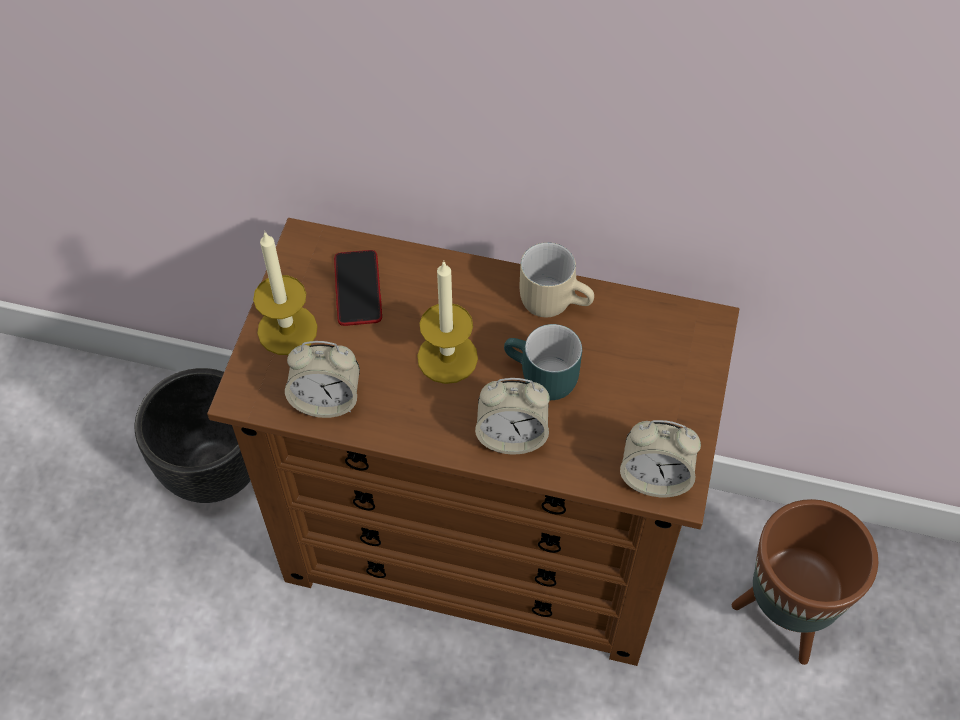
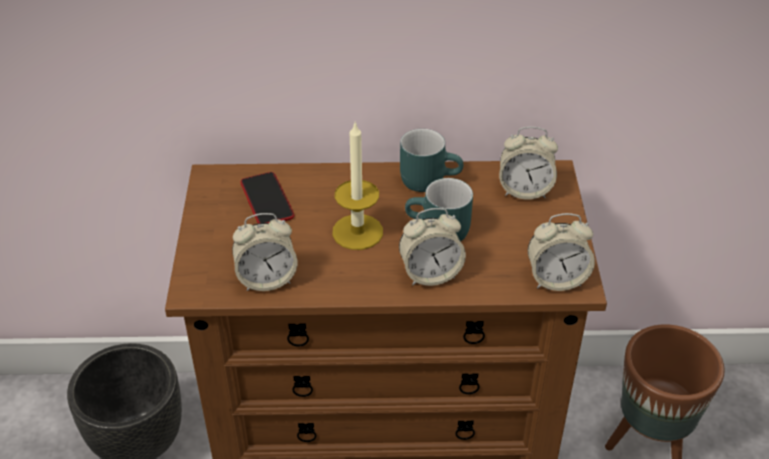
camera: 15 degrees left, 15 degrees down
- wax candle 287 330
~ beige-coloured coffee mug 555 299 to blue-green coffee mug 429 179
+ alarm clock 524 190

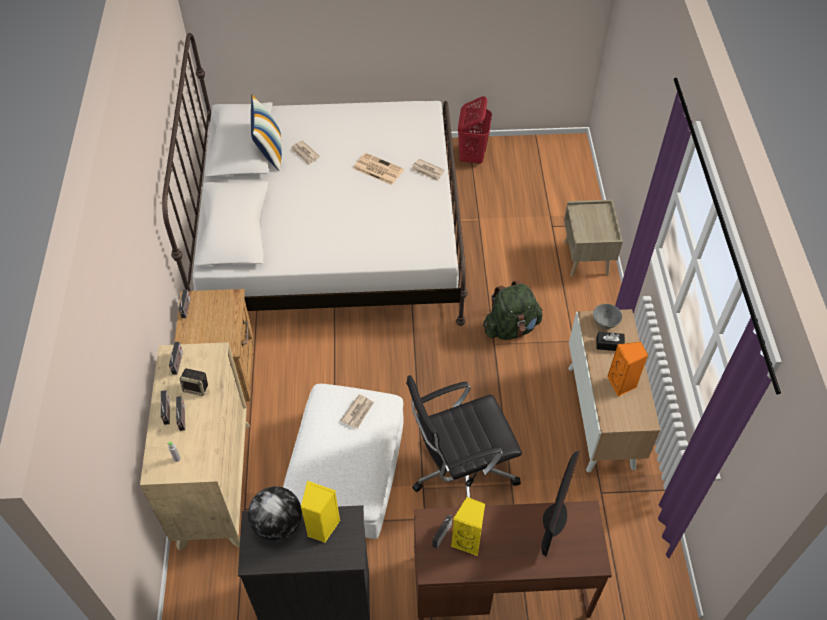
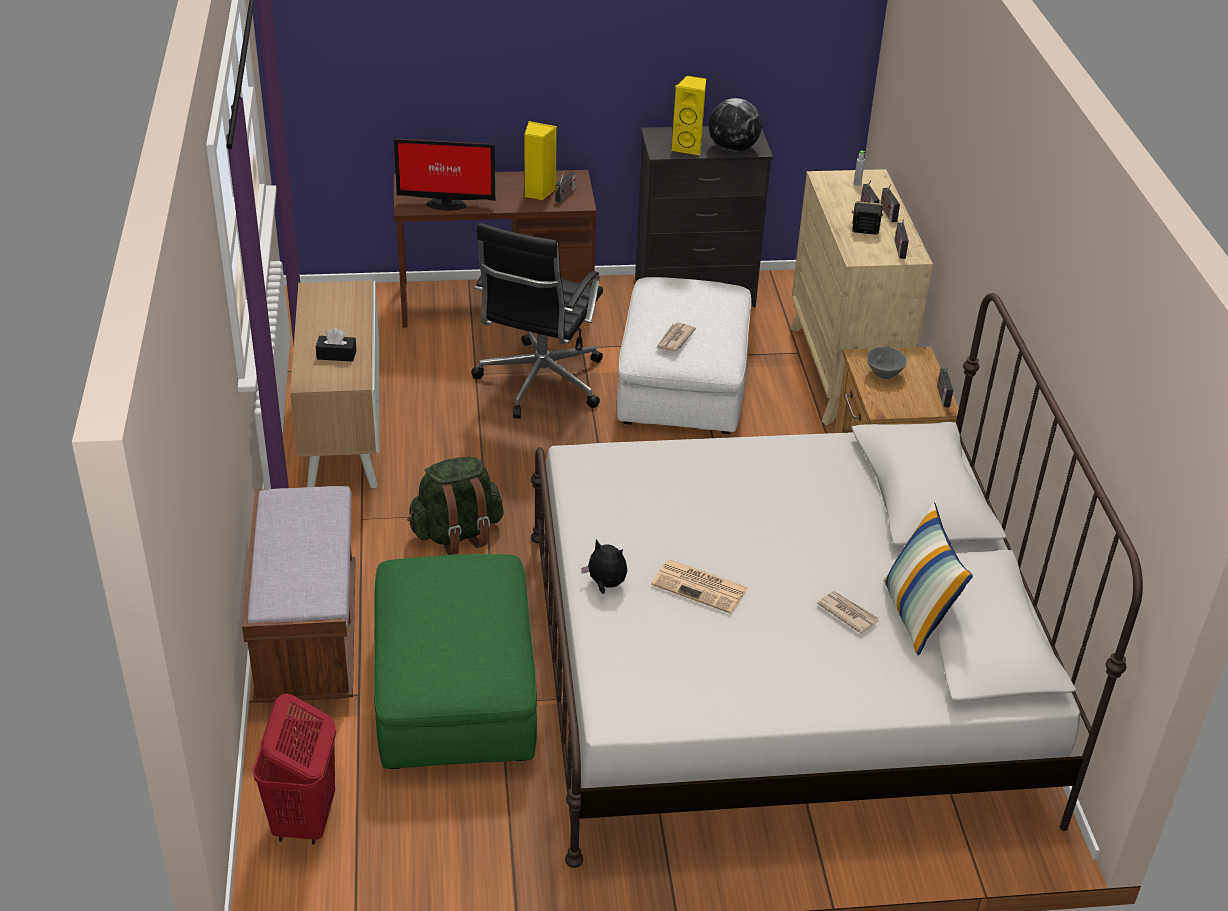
camera: 175 degrees right, 15 degrees down
~ reddish hamper 472 155 to 304 820
~ printed paper 427 171 to soft toy 605 584
~ beige-coloured night table 586 259 to brown-coloured indoor bench 307 637
~ gray serving bowl 606 322 to 883 374
- orange-coloured audio speaker 622 384
~ black office chair 460 472 = 539 383 135 degrees clockwise
~ computer screen 554 519 = 445 203 105 degrees counterclockwise
+ green footrest 455 689

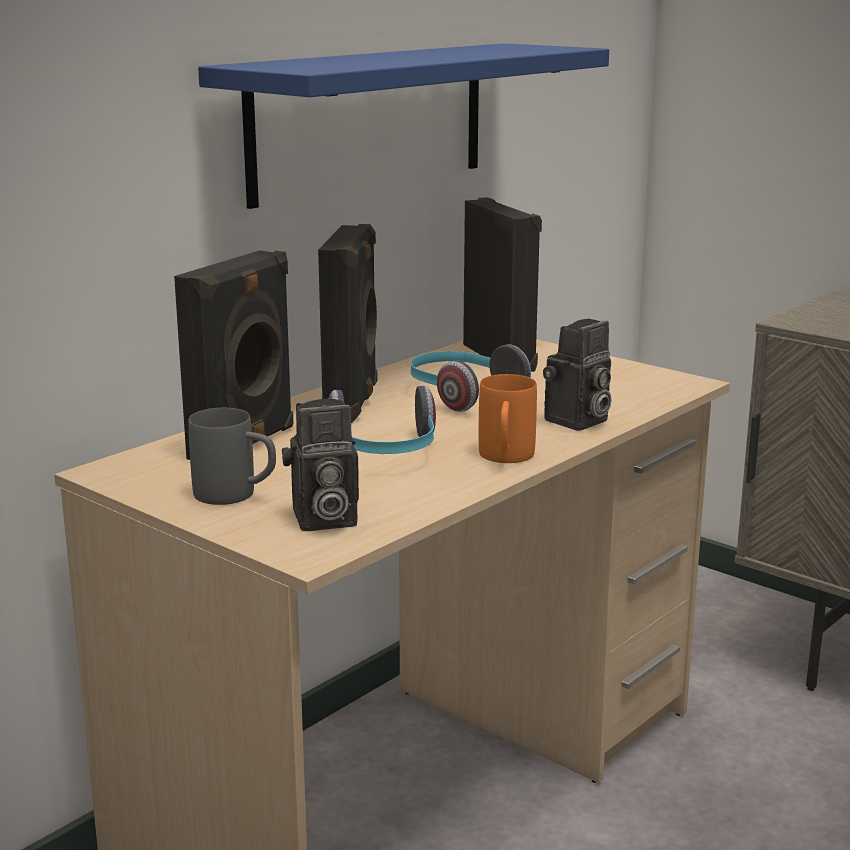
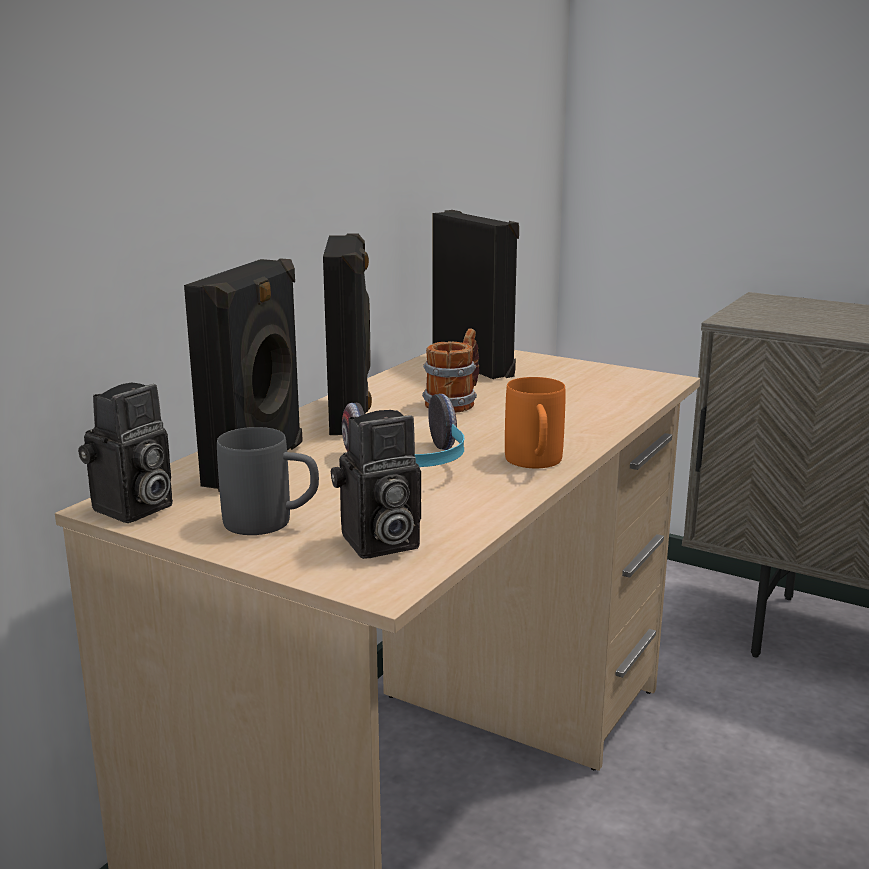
camera: 10 degrees left, 0 degrees up
- bluish shelf 370 120
~ still camera 577 422 to 133 510
~ pair of headphones 461 394 to coffee mug 455 402

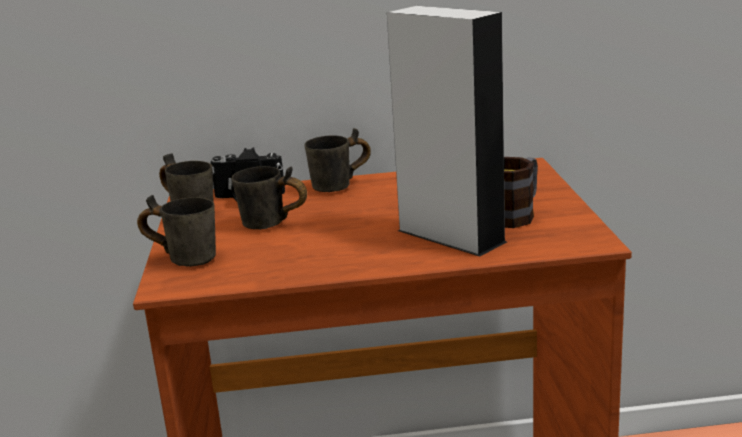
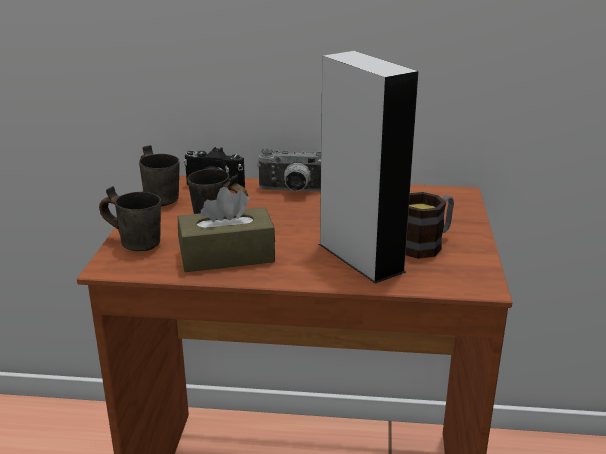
camera: 10 degrees right, 5 degrees up
~ gray coffee mug 341 188 to still camera 292 191
+ brown-coloured tissue box 227 256

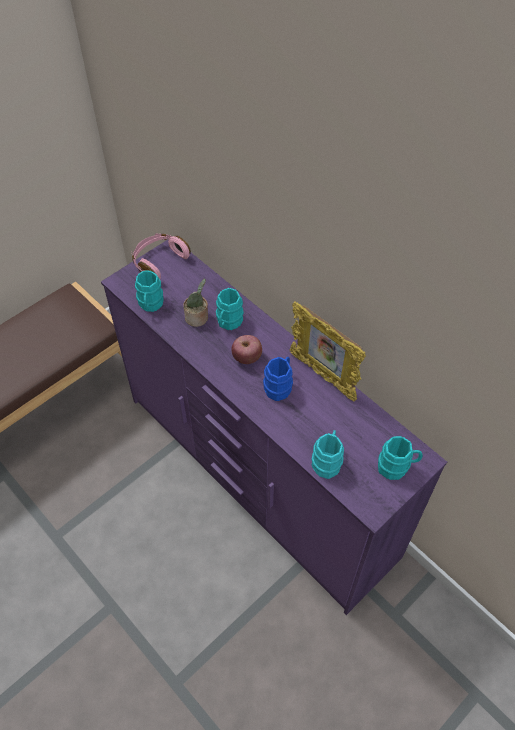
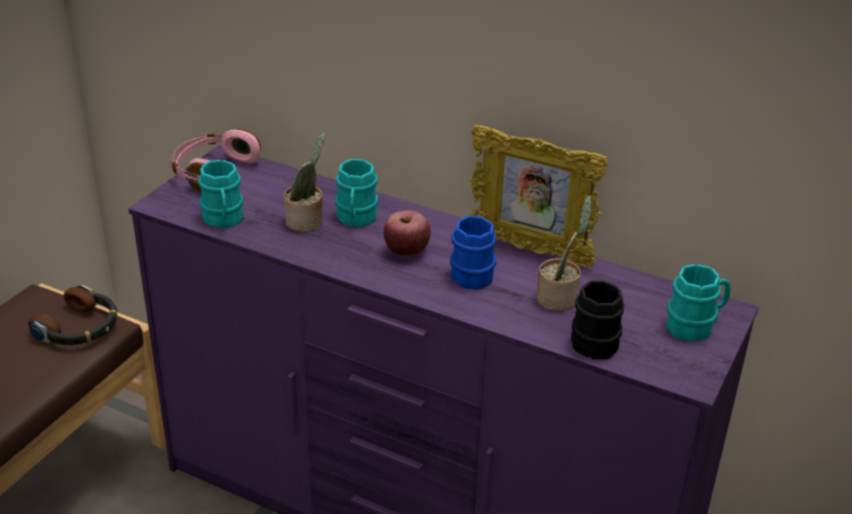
camera: 20 degrees left, 20 degrees down
~ blue-green coffee mug 327 460 to black coffee mug 593 339
+ plant in a pot 559 298
+ pair of headphones 79 327

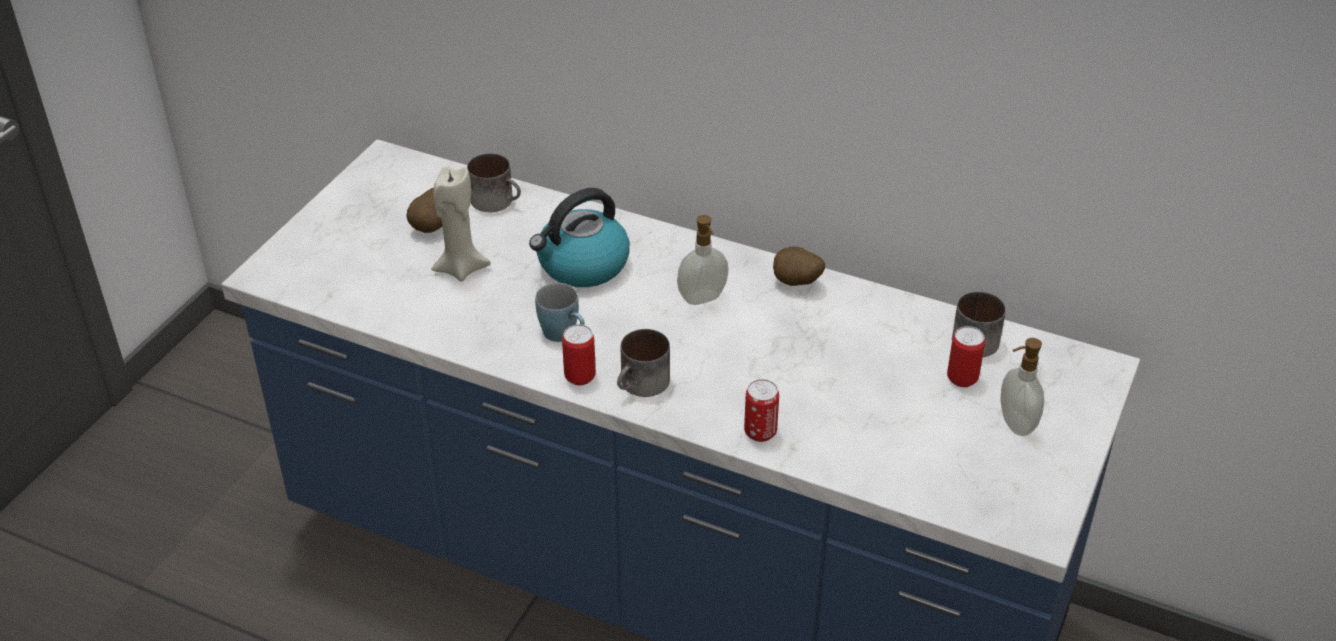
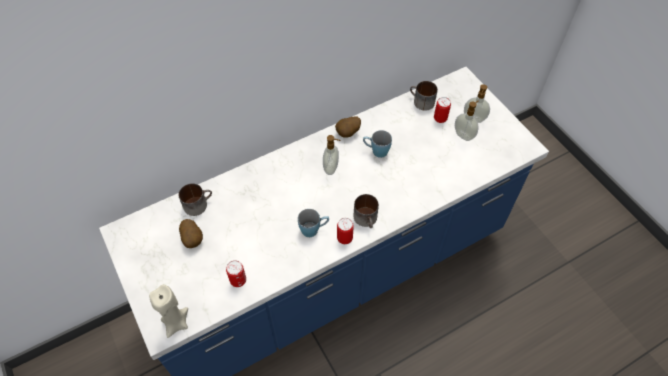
camera: 55 degrees left, 15 degrees up
~ beige-coloured wax candle 461 268 to 176 323
- water kettle 582 266
~ metal can 760 432 to 238 280
+ soap dispenser 464 135
+ bluish coffee mug 376 151

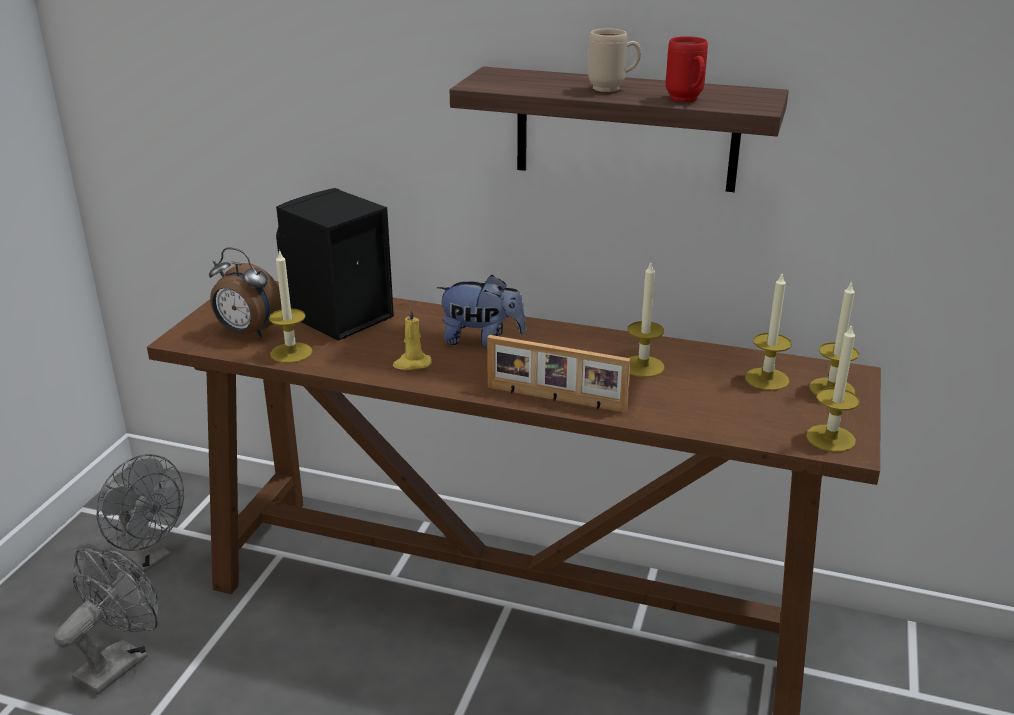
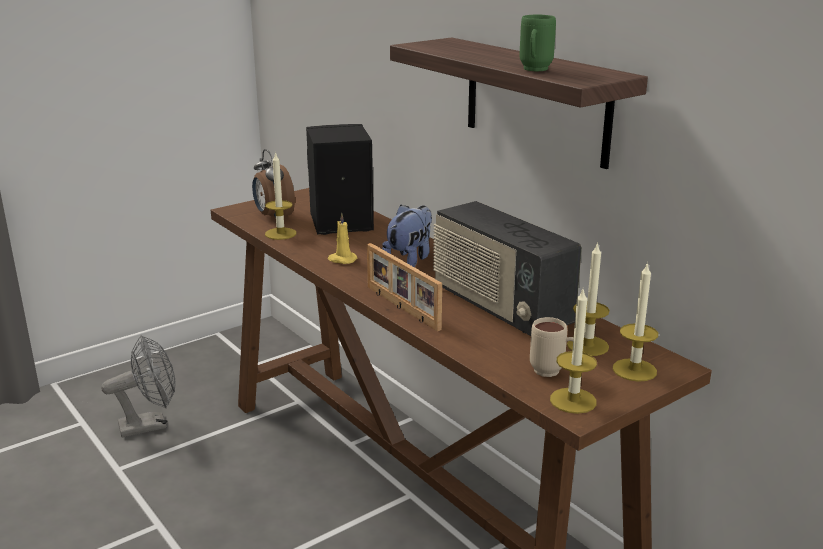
camera: 35 degrees right, 5 degrees down
~ beige-coloured coffee mug 613 89 to 553 373
~ reddish coffee mug 687 101 to green coffee mug 534 71
~ wax candle 643 366 to radio 499 308
~ soft toy 482 340 = 410 259 105 degrees counterclockwise
- gray fan 148 557

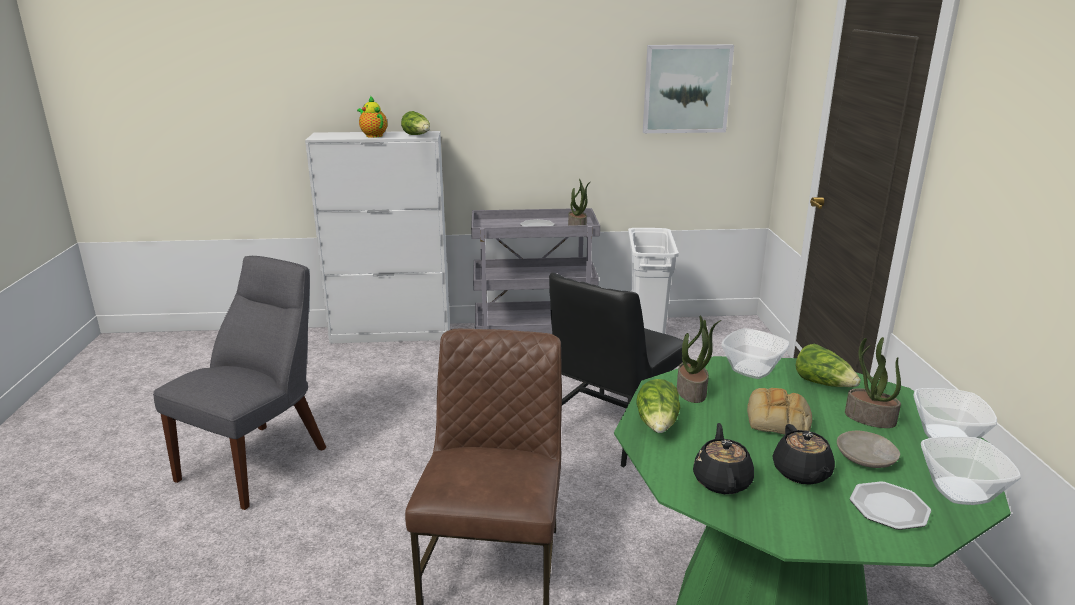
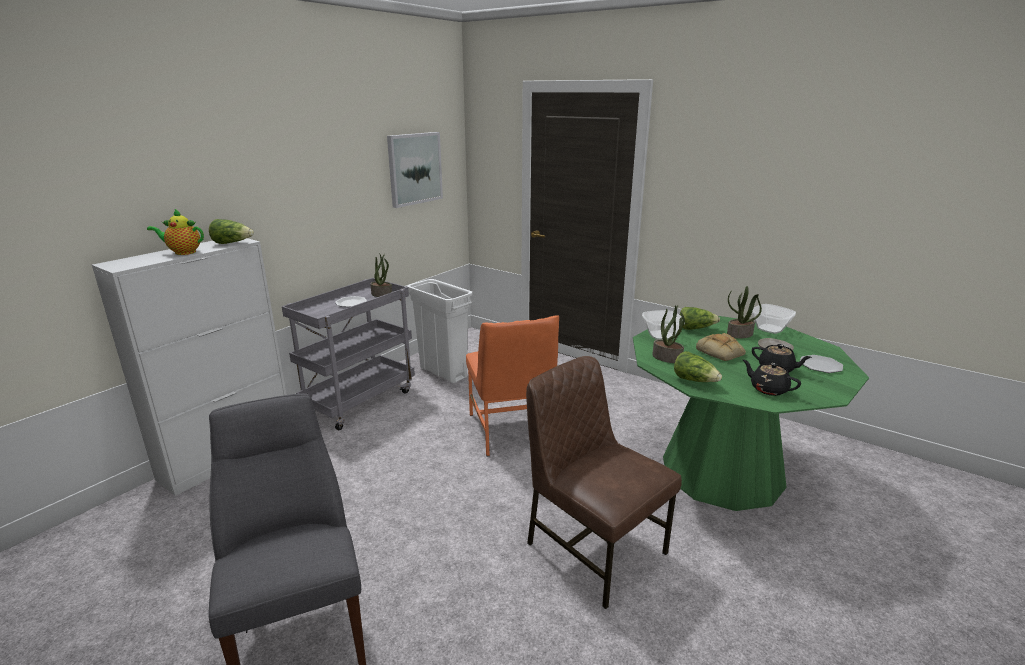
camera: 50 degrees left, 0 degrees up
~ black plain chair 611 429 to orange-coloured plain chair 511 431
- serving bowl 960 492

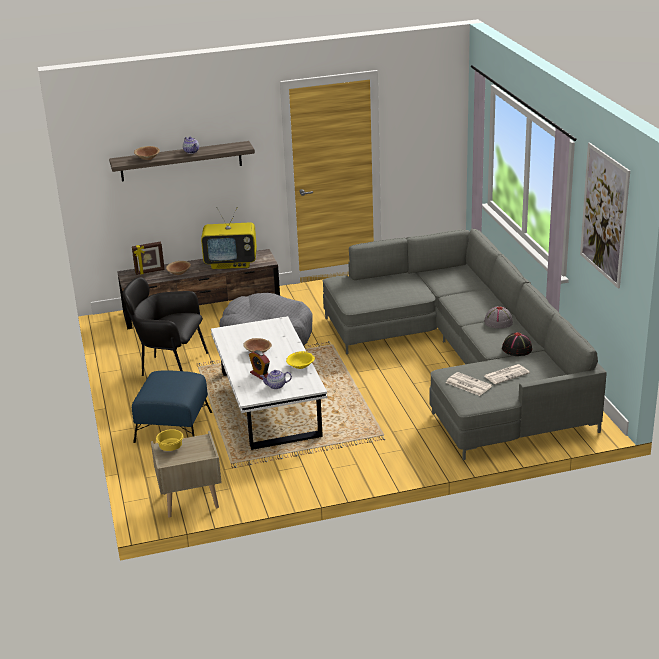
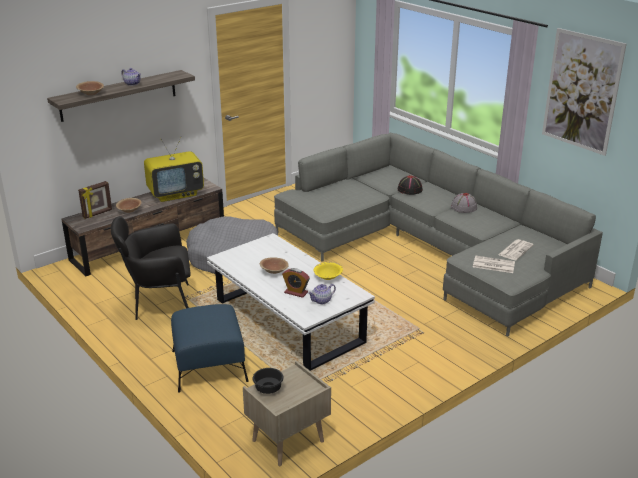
camera: 25 degrees left, 0 degrees up
~ black hat 517 349 to 410 189
~ yellow serving bowl 171 448 to black serving bowl 269 389

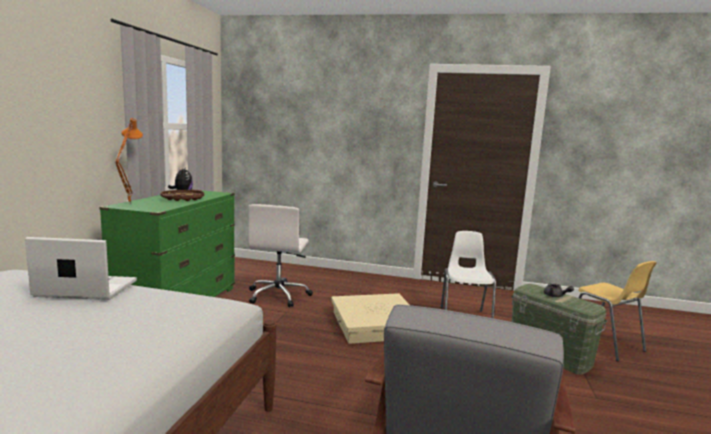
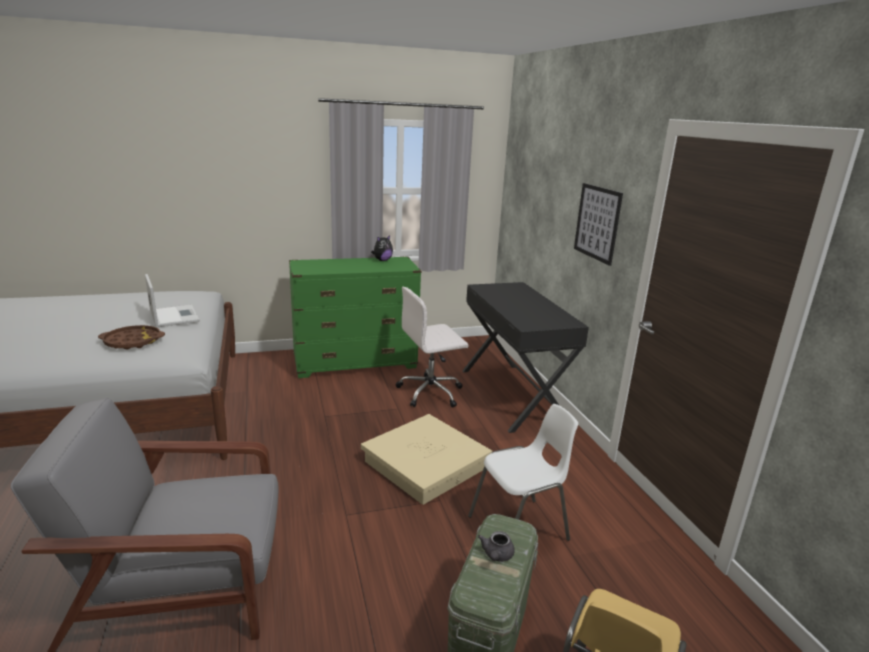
camera: 60 degrees right, 10 degrees up
- orange-coloured lamp for a table 128 203
~ brown-coloured serving tray 182 199 to 133 342
+ wall picture 597 223
+ black desk table 513 395

